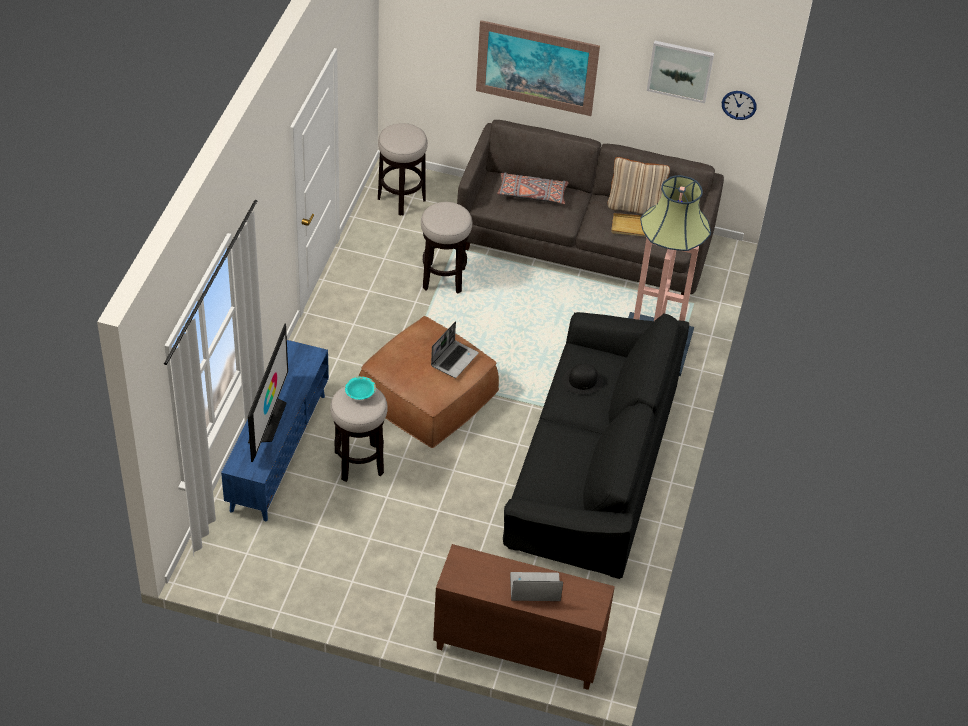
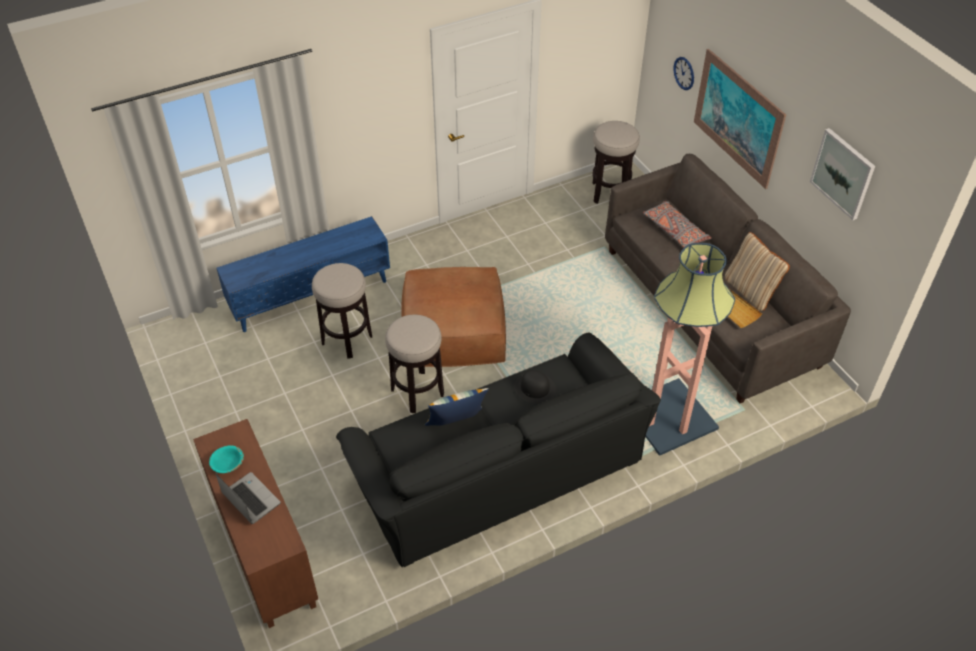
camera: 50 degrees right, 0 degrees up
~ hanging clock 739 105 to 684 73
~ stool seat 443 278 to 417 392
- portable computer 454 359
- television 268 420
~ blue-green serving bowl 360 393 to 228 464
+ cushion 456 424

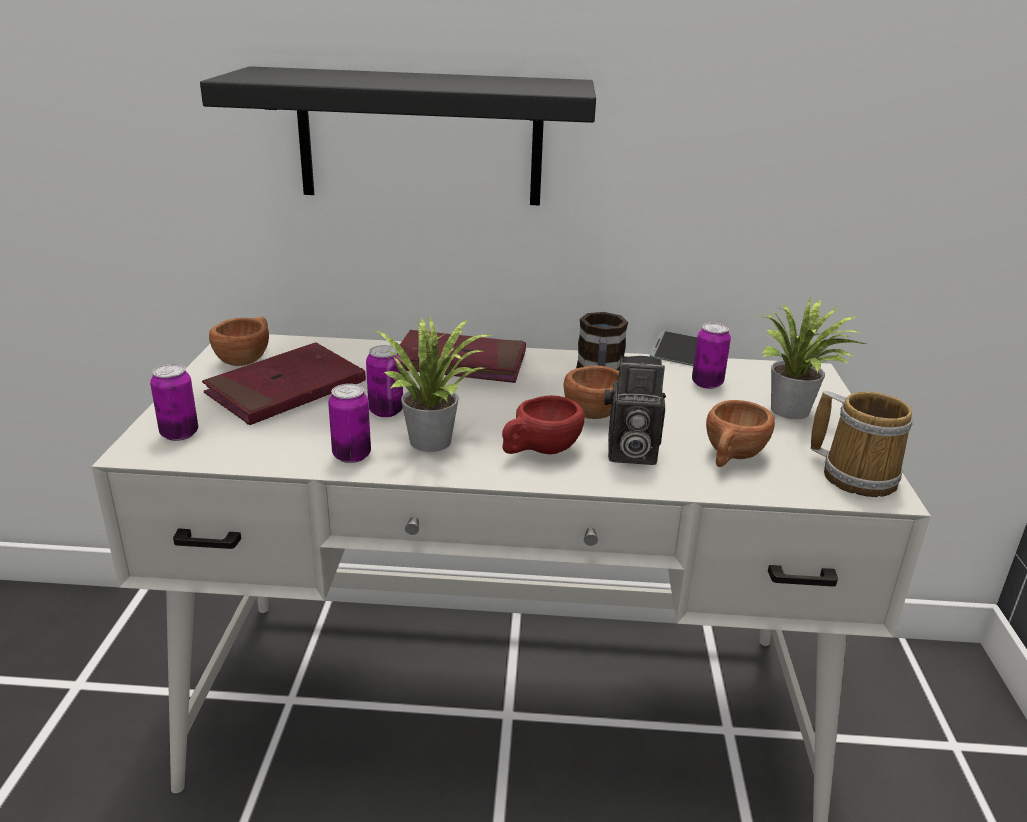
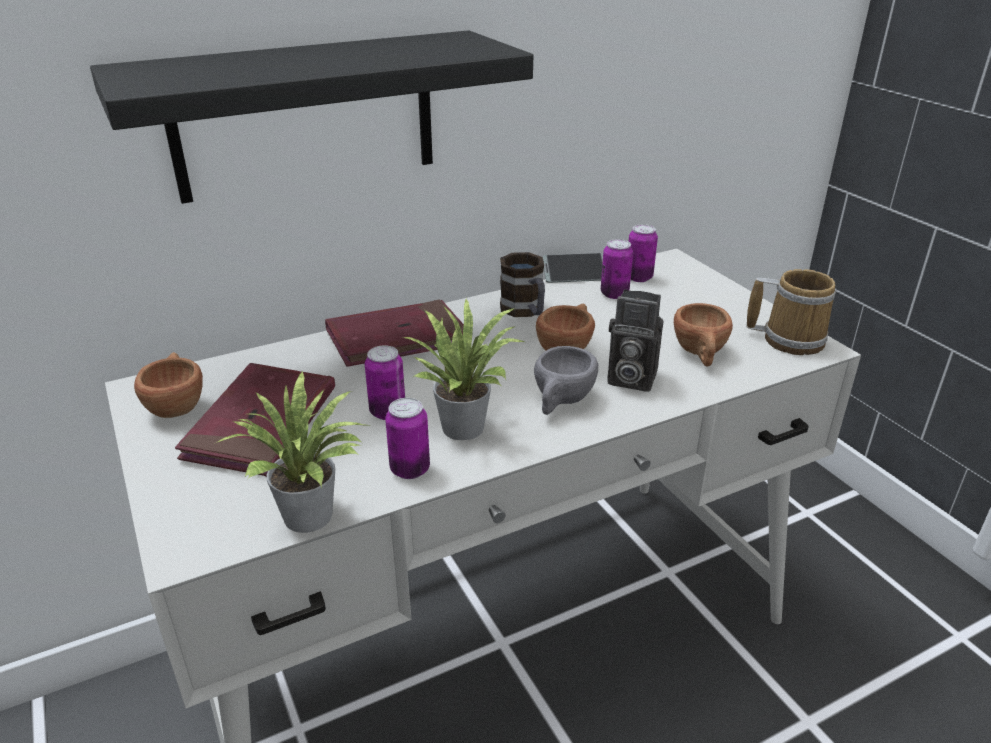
camera: 30 degrees left, 5 degrees up
~ plant in a pot 793 413 to 313 518
~ still camera 628 453 = 628 378 45 degrees clockwise
~ metal can 179 434 to 639 277
~ reddish cup 539 451 to gray cup 561 402

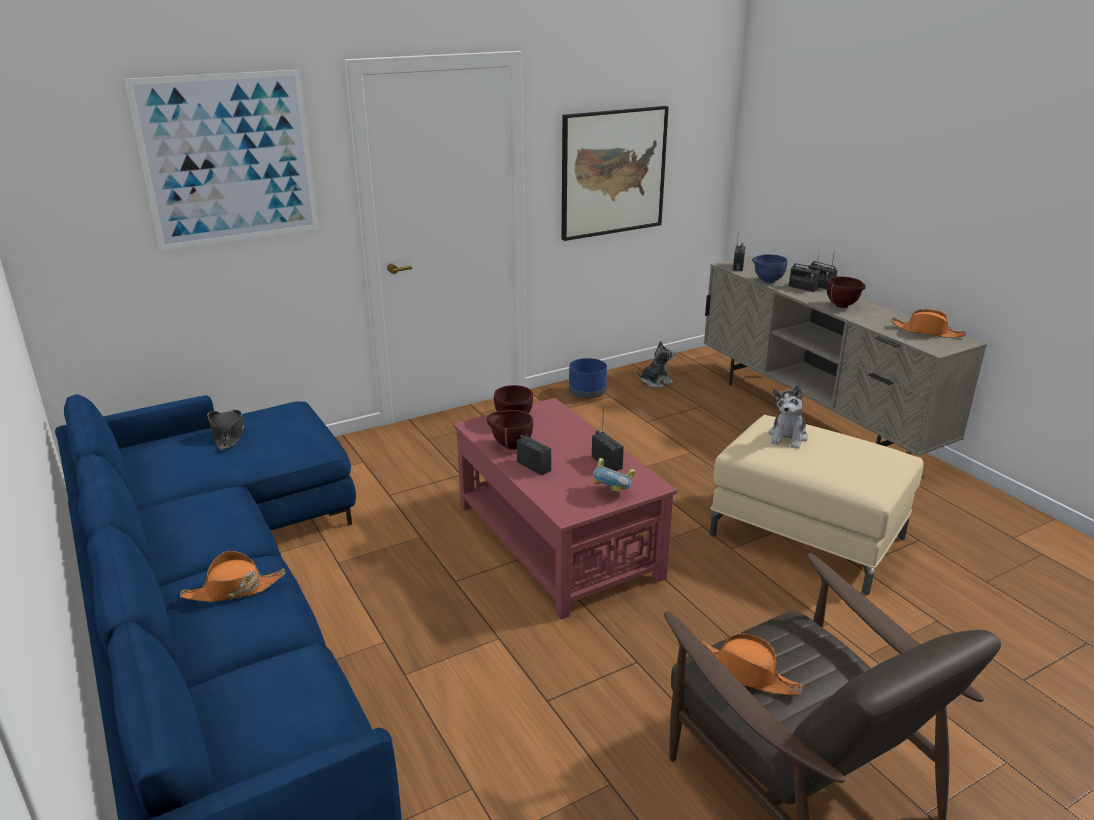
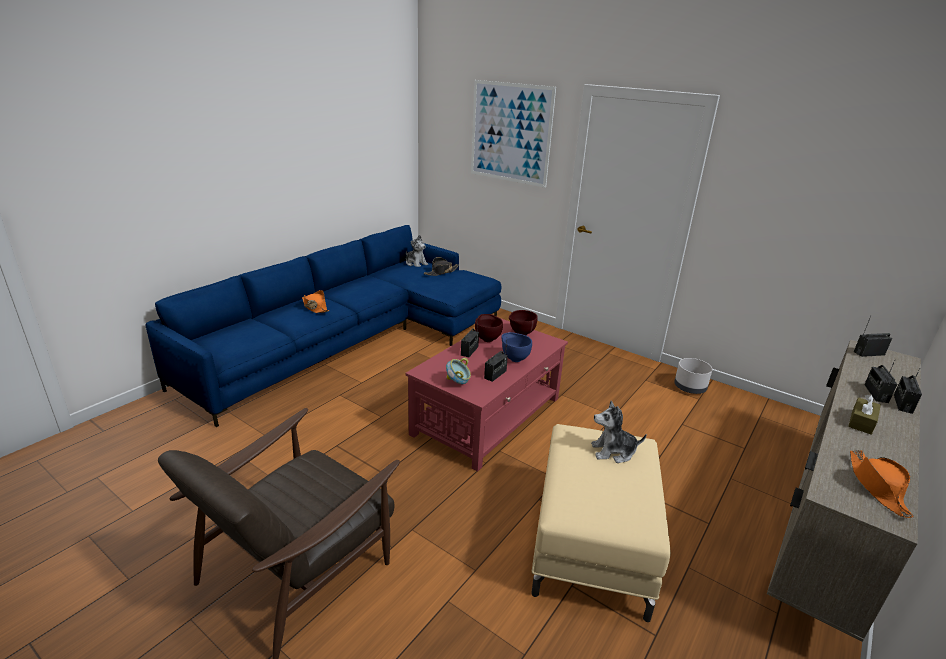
camera: 65 degrees right, 0 degrees up
- wall picture 613 172
~ bluish serving bowl 766 281 to 514 359
~ brown-coloured serving bowl 843 306 to brown-coloured tissue box 861 422
~ soft toy 655 382 to 416 263
~ bluish planter 587 393 to gray planter 689 387
- orange-coloured hat 746 673

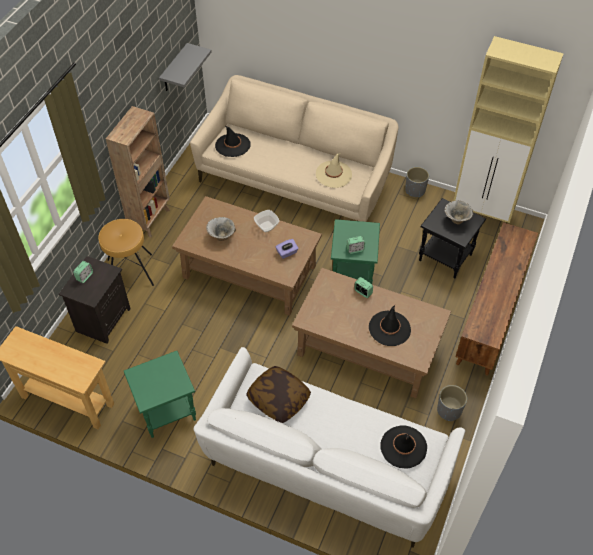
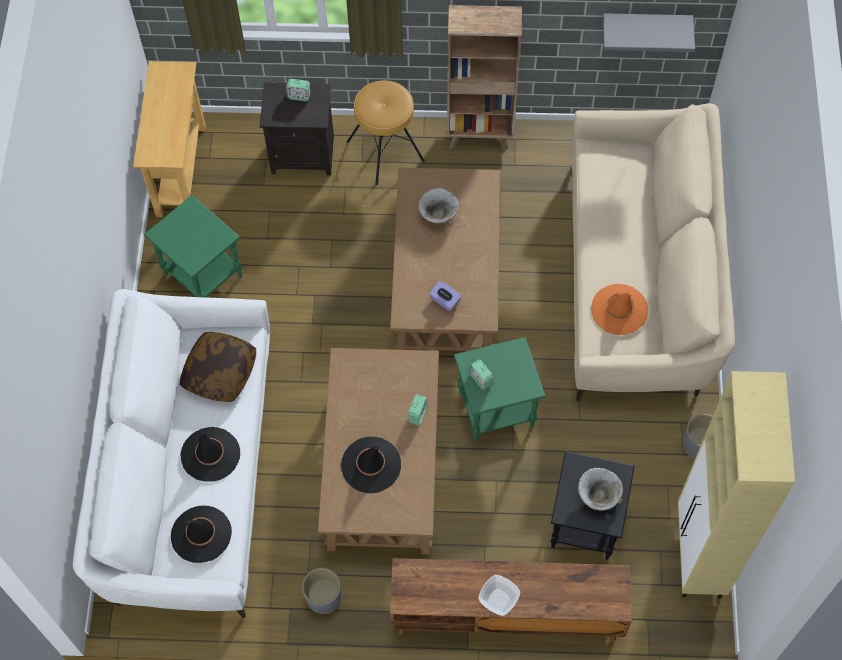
camera: 70 degrees right, 10 degrees up
~ black hat 232 145 to 210 454
~ beige-coloured hat 333 174 to orange-coloured hat 619 310
~ serving bowl 266 226 to 499 600

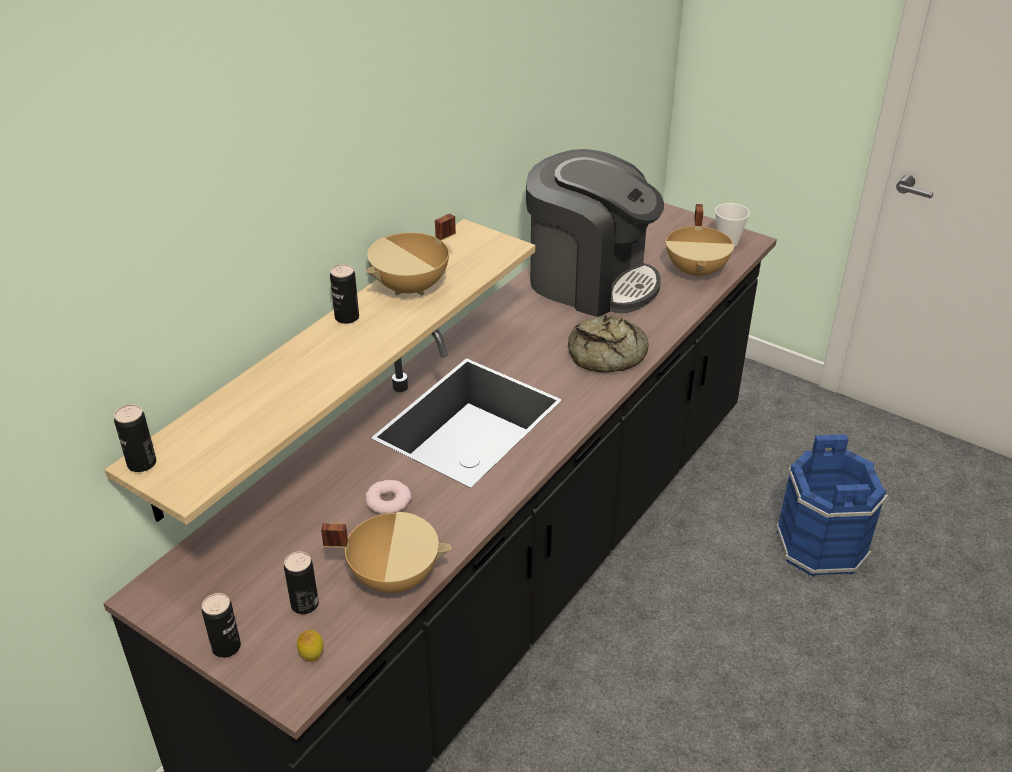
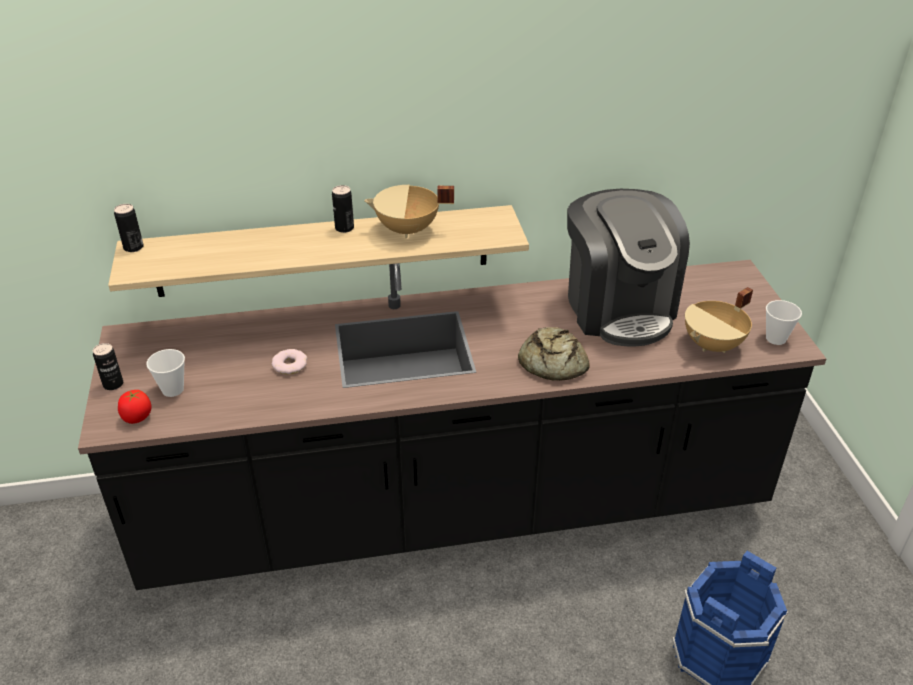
camera: 45 degrees right, 0 degrees up
- beige-coloured saucepot 394 576
~ metal can 305 604 to cup 173 389
~ lemon 312 656 to whole tomato 137 418

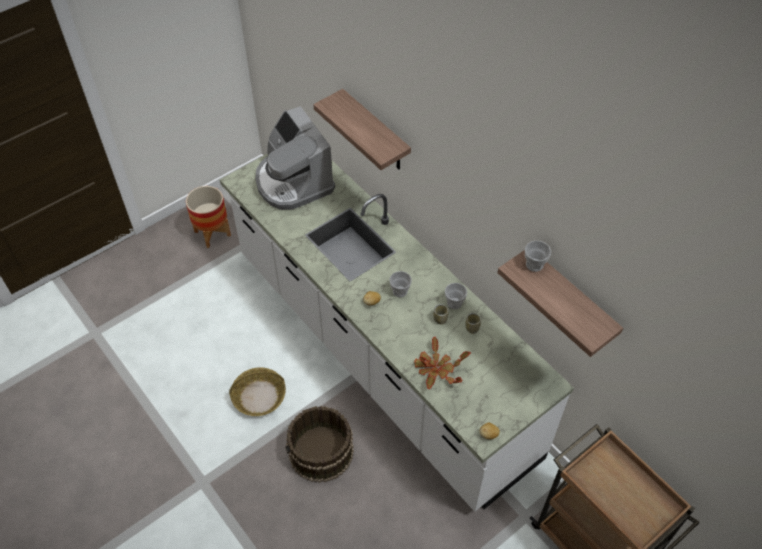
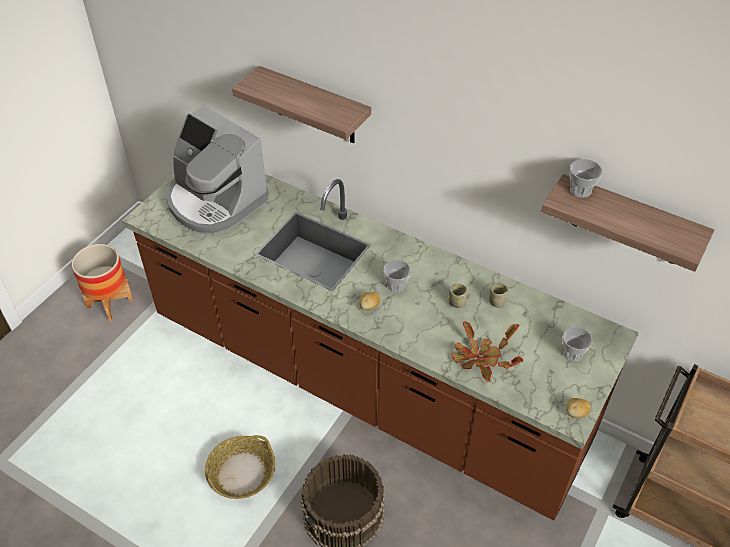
camera: 20 degrees left, 5 degrees down
~ white counter 381 354 to brown-coloured counter 364 380
~ cup 454 303 to 572 353

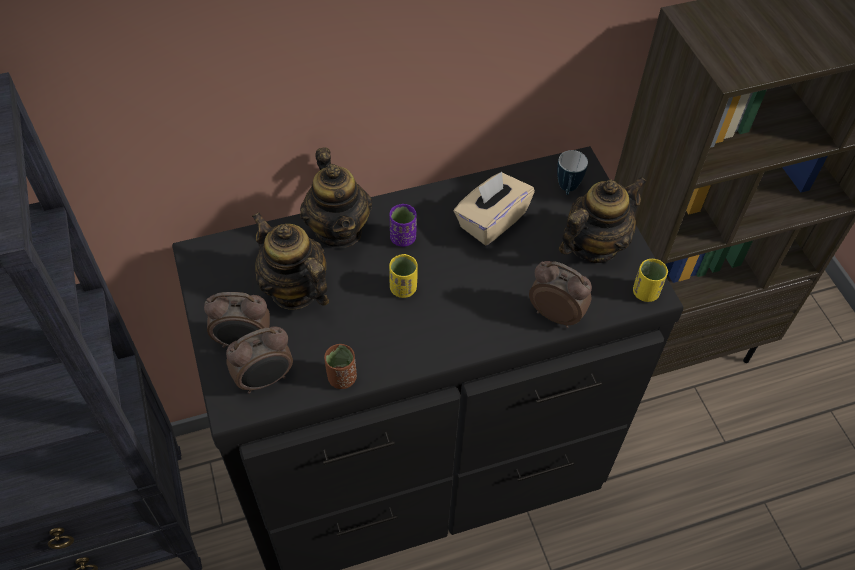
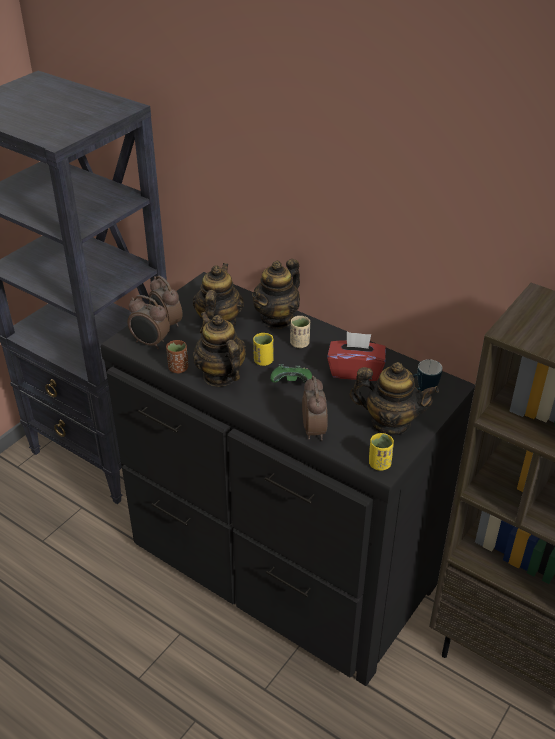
camera: 55 degrees right, 15 degrees down
~ beige-coloured tissue box 491 221 to reddish tissue box 355 371
~ purple cup 403 238 to beige-coloured cup 300 343
+ tea pot 220 375
+ green joypad 292 383

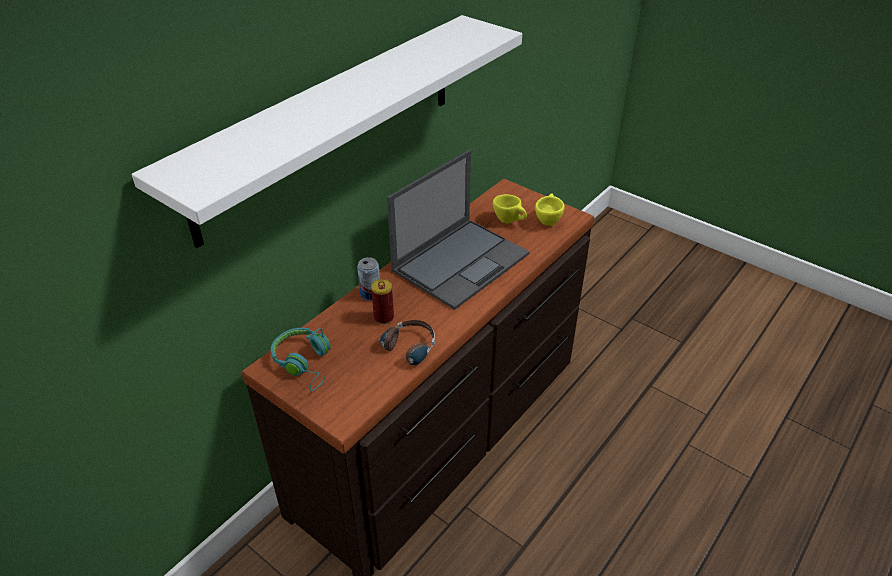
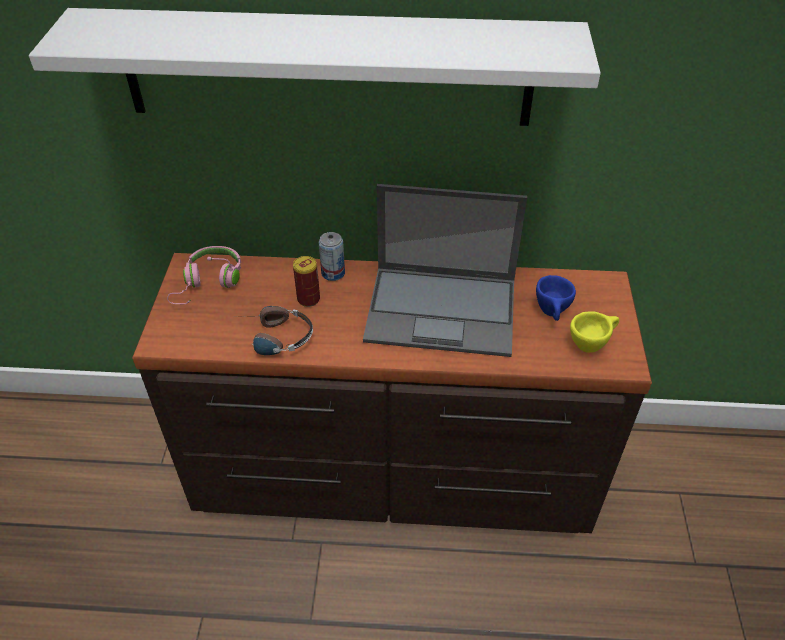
camera: 55 degrees right, 5 degrees up
~ yellow cup 510 221 to bluish cup 552 314
~ blue-green pair of headphones 305 363 to pinkish pair of headphones 209 283

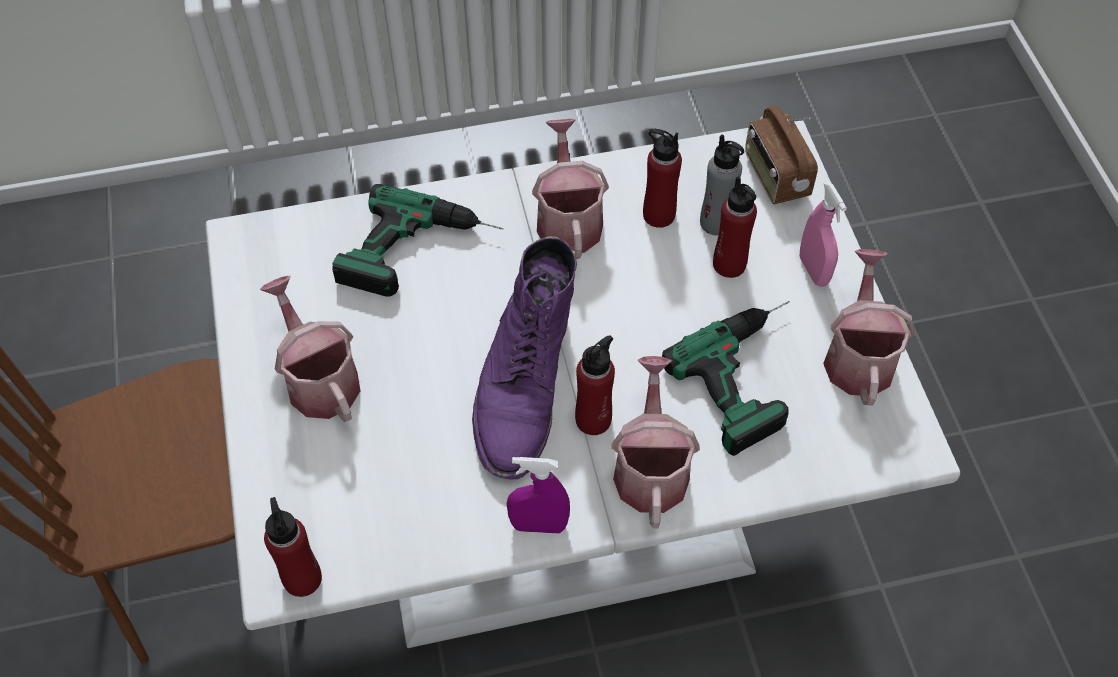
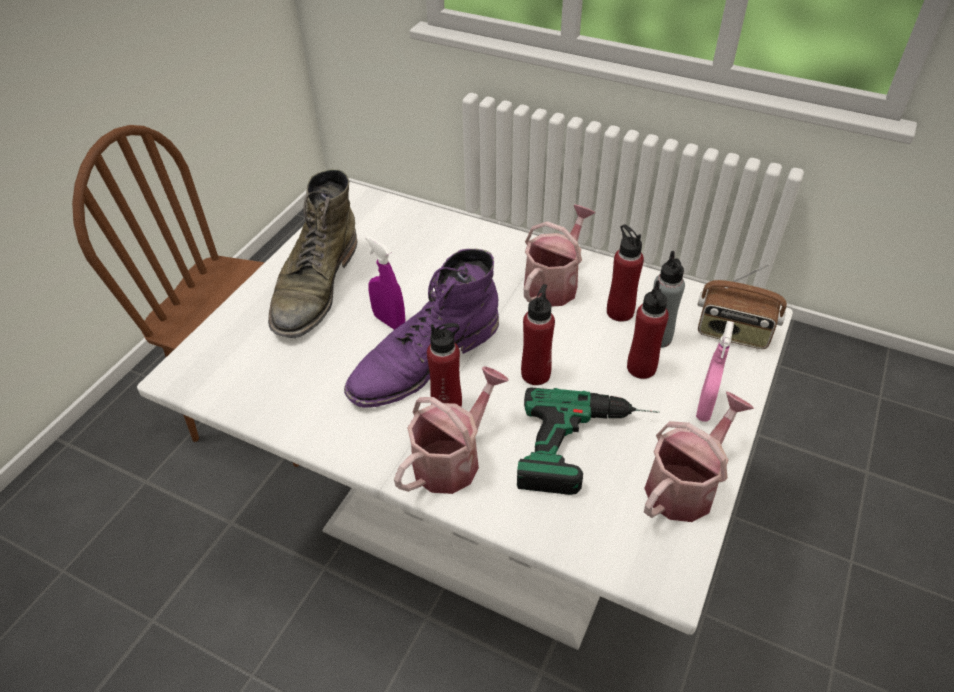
camera: 40 degrees right, 10 degrees down
~ radio 775 177 = 733 333 90 degrees counterclockwise
- drill 422 253
~ watering can 319 378 to green tall boot 315 286
~ purple hand sprayer 538 525 to 389 321
~ reddish drink bottle 302 578 to 536 374

